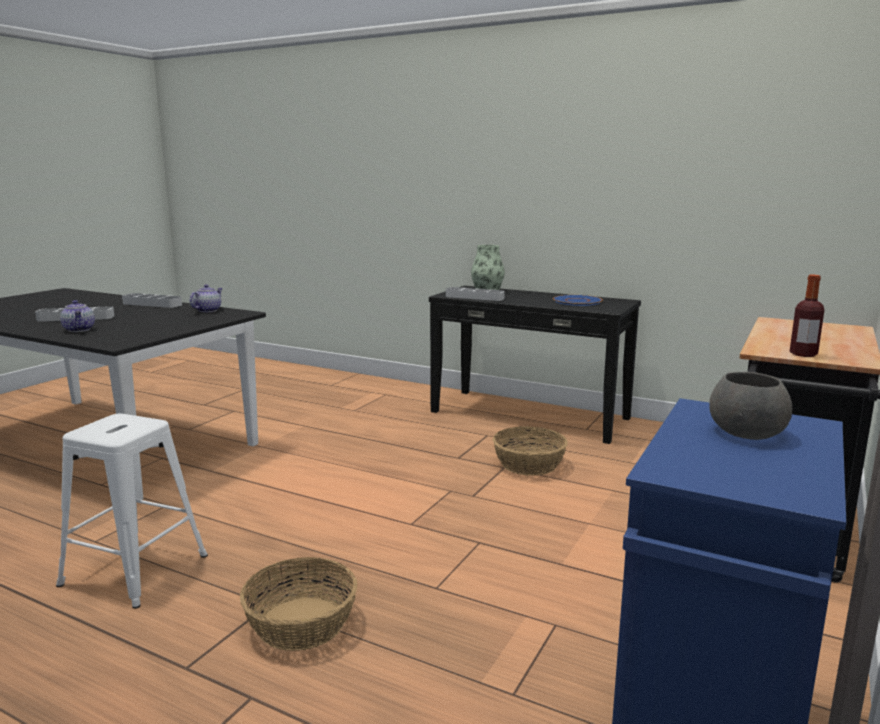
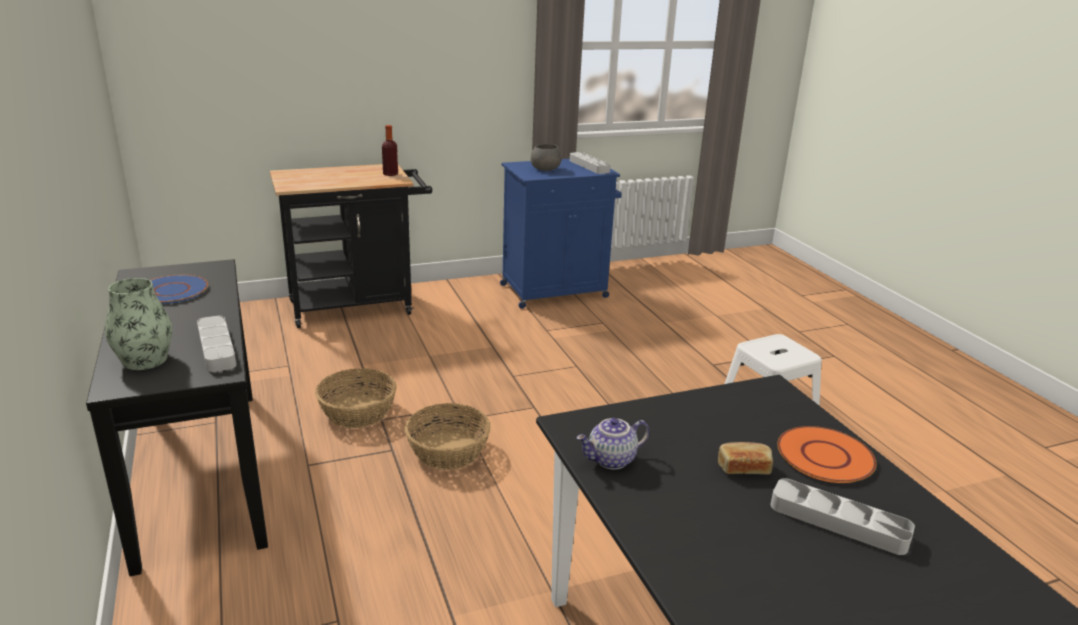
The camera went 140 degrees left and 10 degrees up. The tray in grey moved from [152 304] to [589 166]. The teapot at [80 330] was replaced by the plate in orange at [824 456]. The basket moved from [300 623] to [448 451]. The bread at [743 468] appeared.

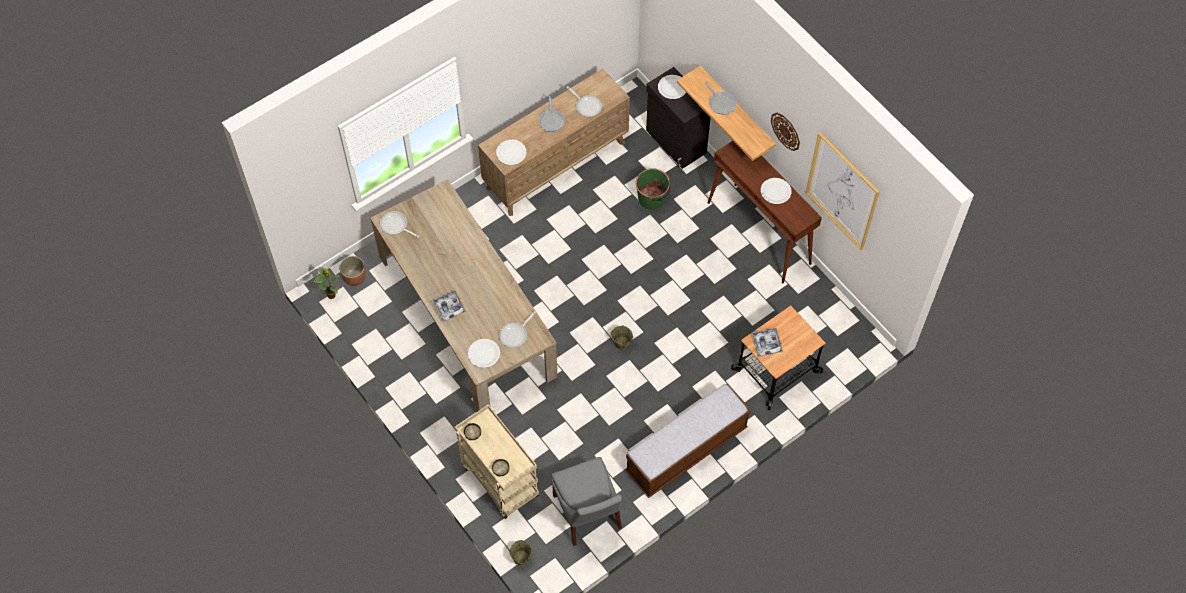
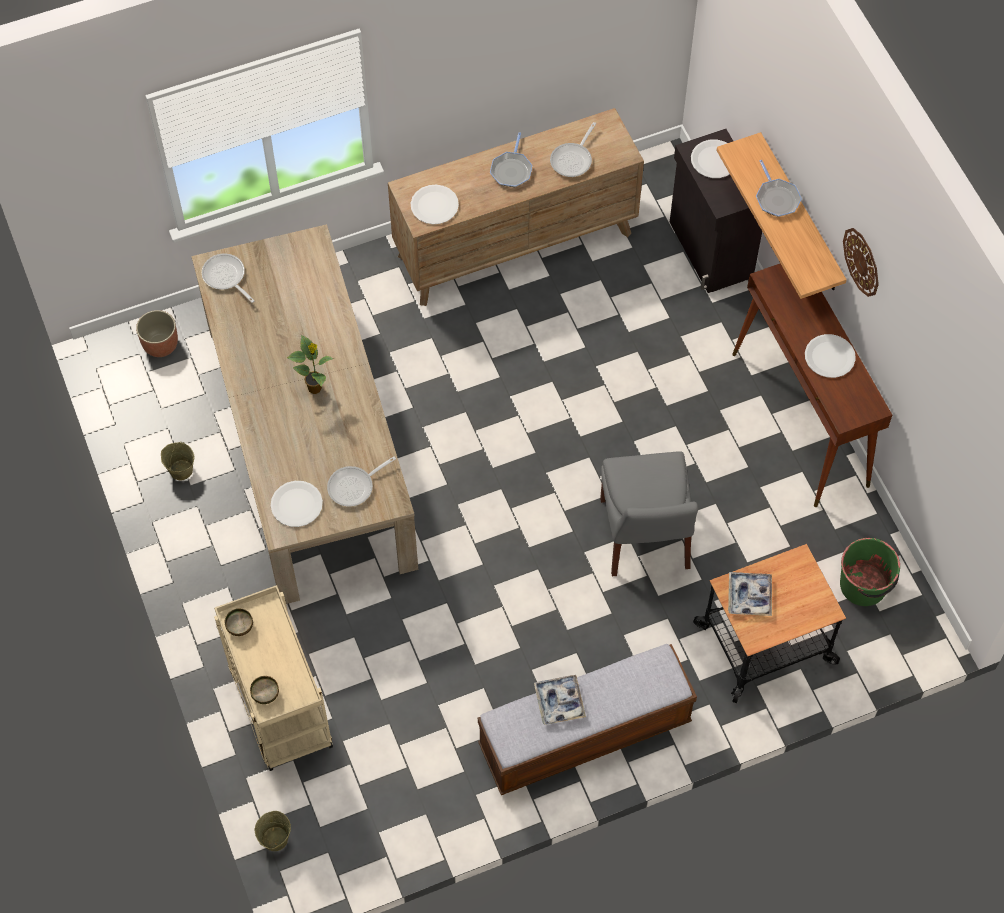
The camera went 15 degrees right and 0 degrees up. The frying pan at [587 106] turned 60 degrees clockwise. The picture at [842 191] disappeared. The bucket in green moved from [652 198] to [864 585]. The potted plant moved from [332 295] to [315 388]. The tray moved from [449 308] to [559 702]. The bucket in beige moved from [621 343] to [180 470]. The chair in grey moved from [588 514] to [645 537].

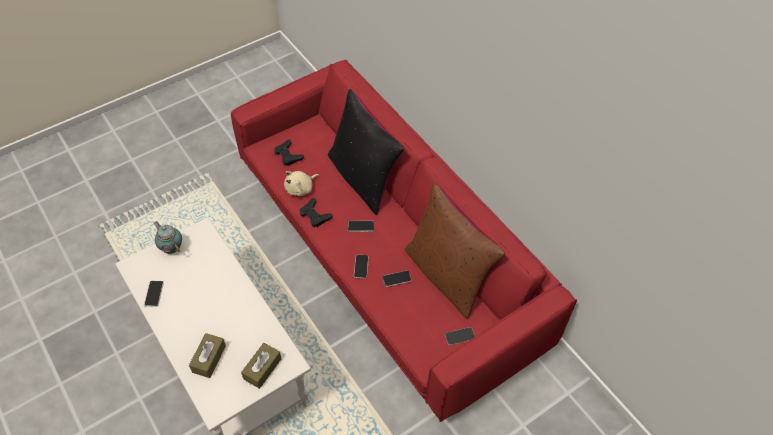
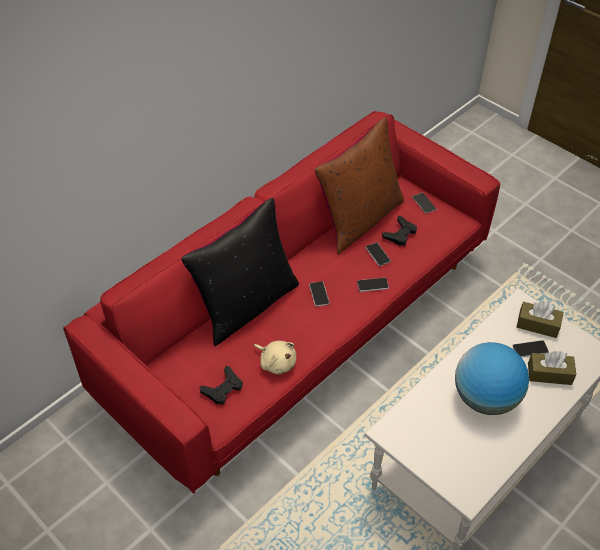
The camera went 100 degrees left and 5 degrees down. The game controller in black moved from [315 215] to [400 234]. The teapot at [171 247] disappeared. The phone moved from [154 294] to [530 349]. The globe at [485 398] appeared.

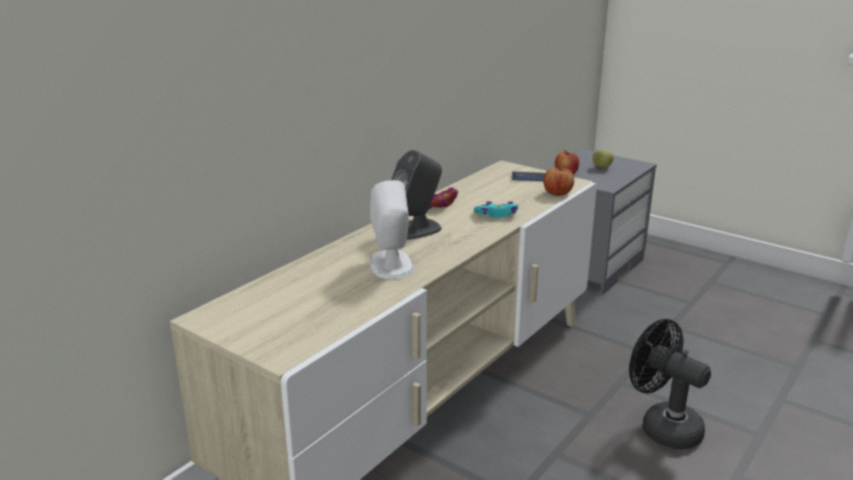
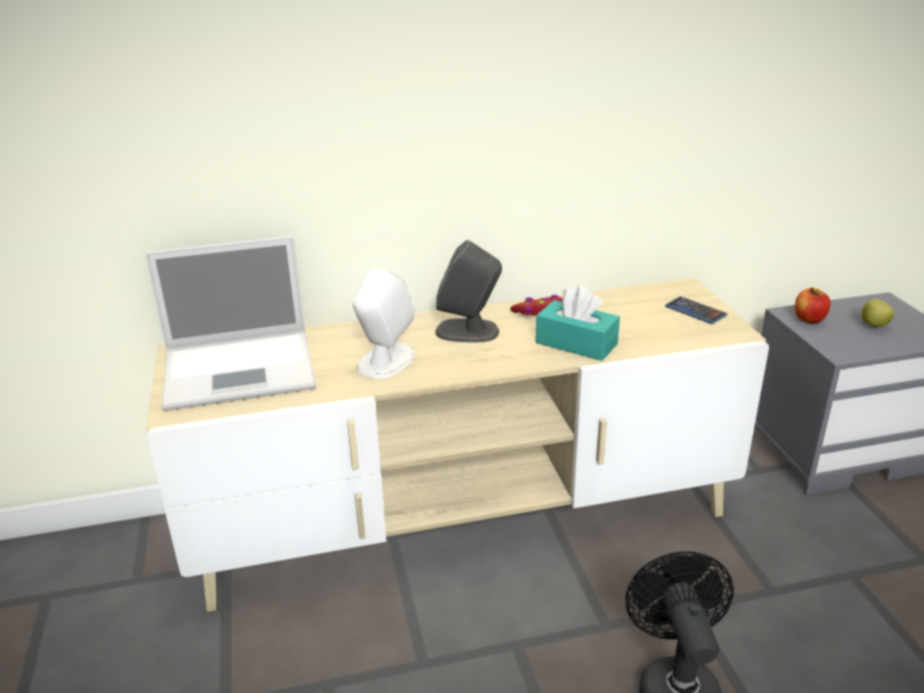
The camera went 40 degrees right and 5 degrees up. The apple at [557 193] disappeared. The game controller in turquoise at [497 214] was replaced by the tissue box in turquoise at [576 343]. The laptop at [242 369] appeared.

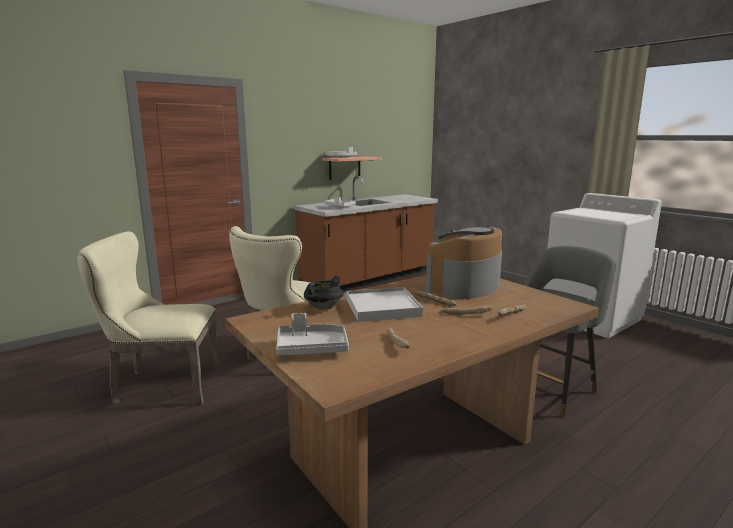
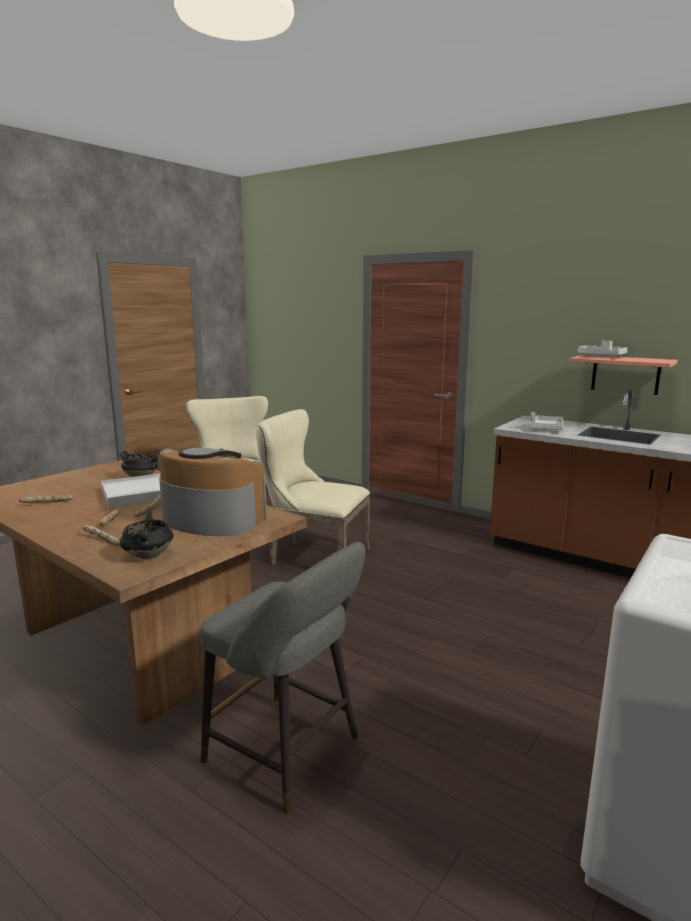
The camera went 75 degrees right and 0 degrees up. The tray in grey at [311 348] disappeared. The cooking pot in black at [148 555] appeared.

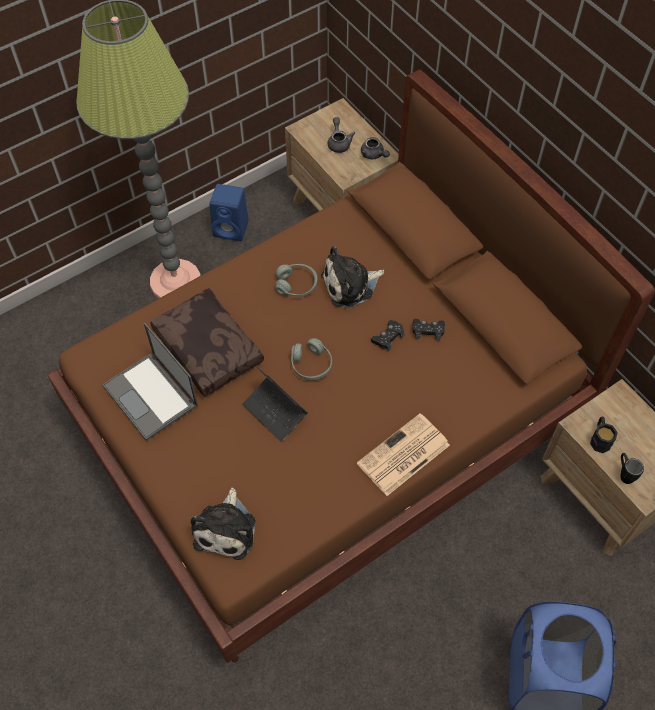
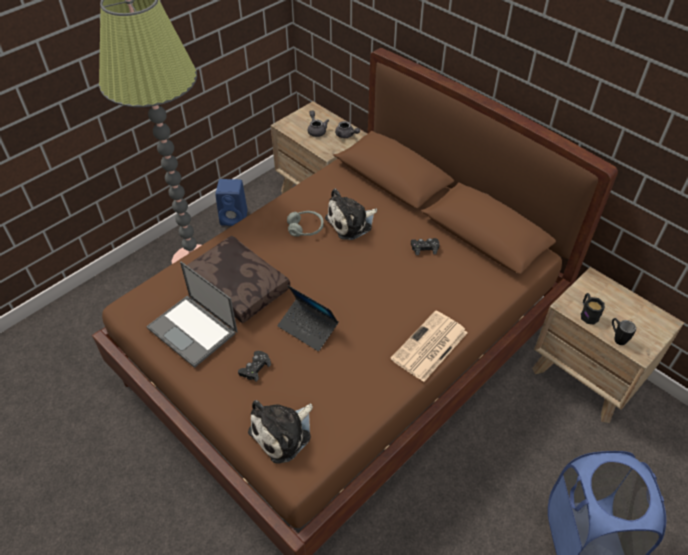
The camera went 10 degrees left and 10 degrees down. The game controller in black moved from [388 337] to [255 368]. The headphones in grey at [311 364] disappeared. The plush toy at [227 529] turned 45 degrees clockwise.

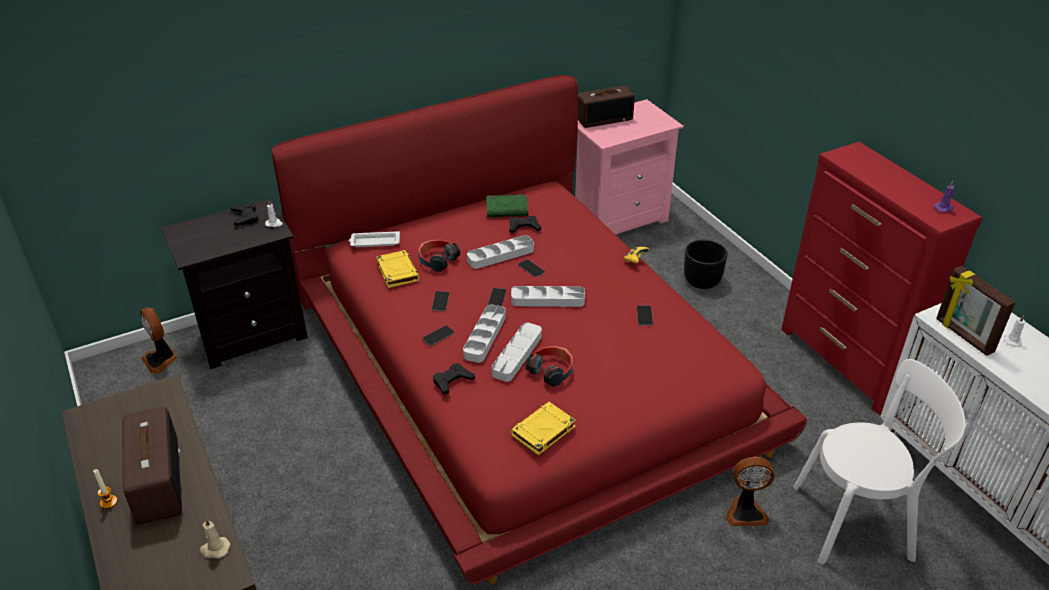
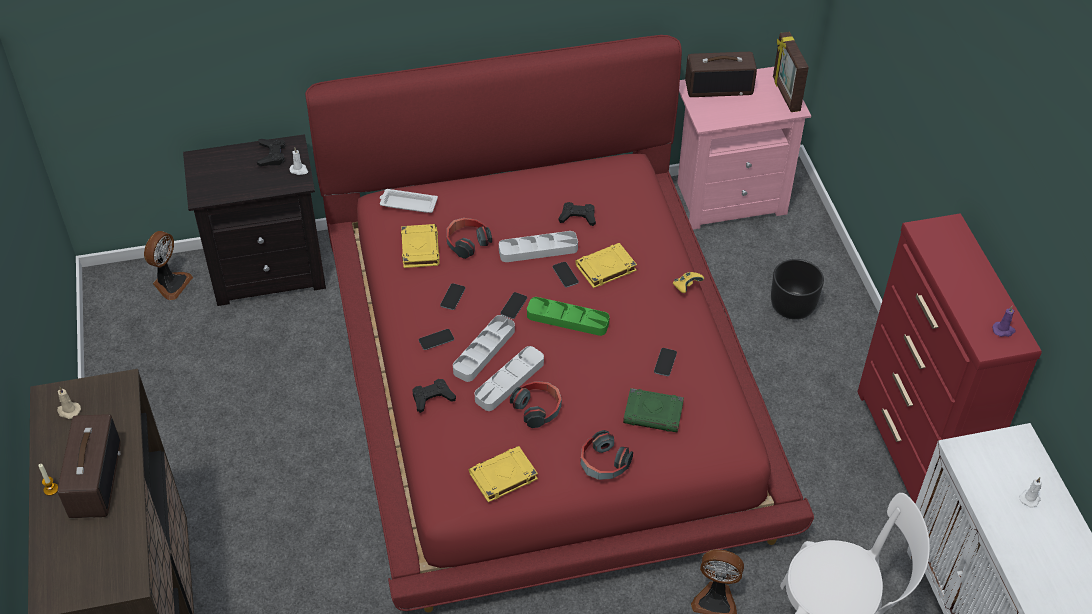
The camera went 15 degrees right and 10 degrees up. The book in green moved from [507 209] to [654 413]. The picture frame moved from [963 336] to [785 94]. The tray in grey at [547 300] became the tray in green at [567 319]. The fan at [161 360] turned 135 degrees counterclockwise. The candle in beige moved from [214 549] to [68 411]. The book in yellow at [605 268] appeared. The headphones at [603 463] appeared.

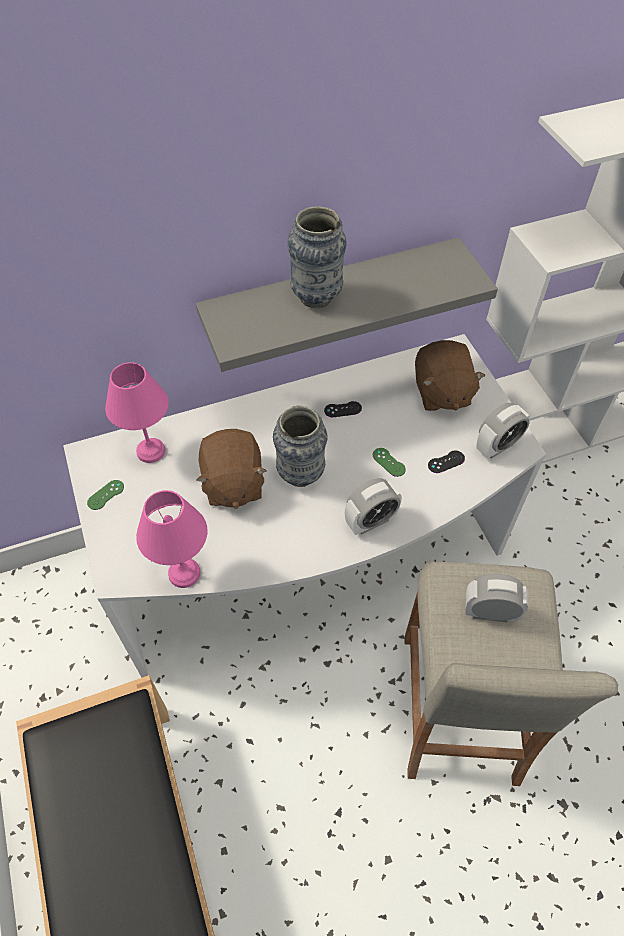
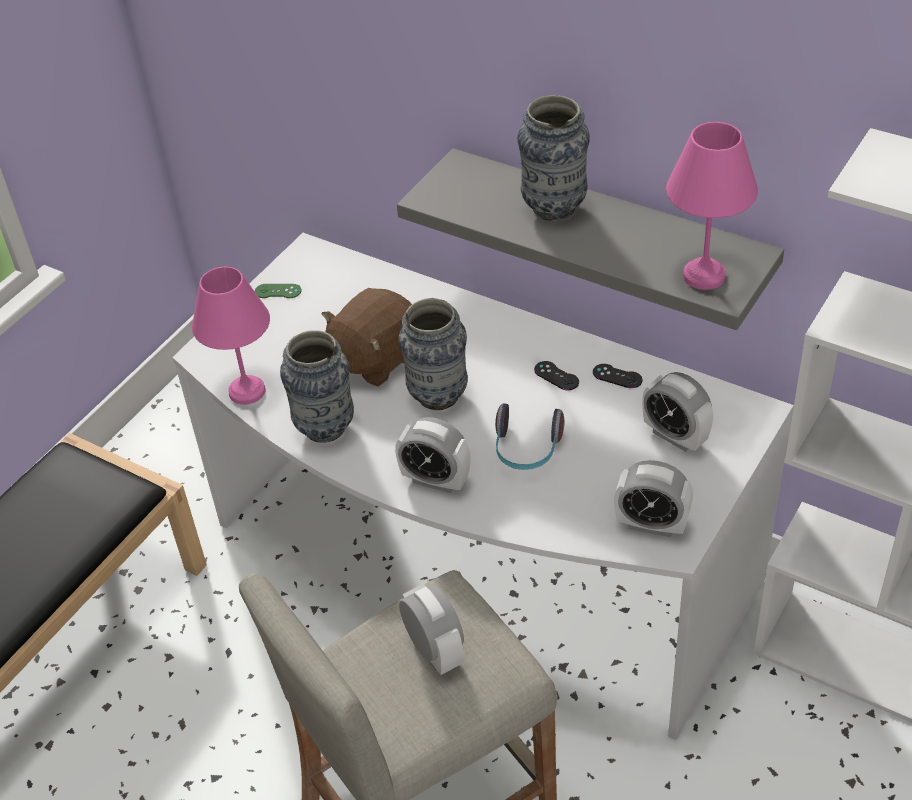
The camera went 55 degrees right and 10 degrees down. The plush toy in brown at [441 392] was replaced by the alarm clock at [675 436]. The table lamp in pink moved from [151 450] to [706 275]. The game controller in green at [388 462] was replaced by the headphones at [526 450]. The game controller in black moved from [446 462] to [617 376]. The vase at [325 428] appeared.

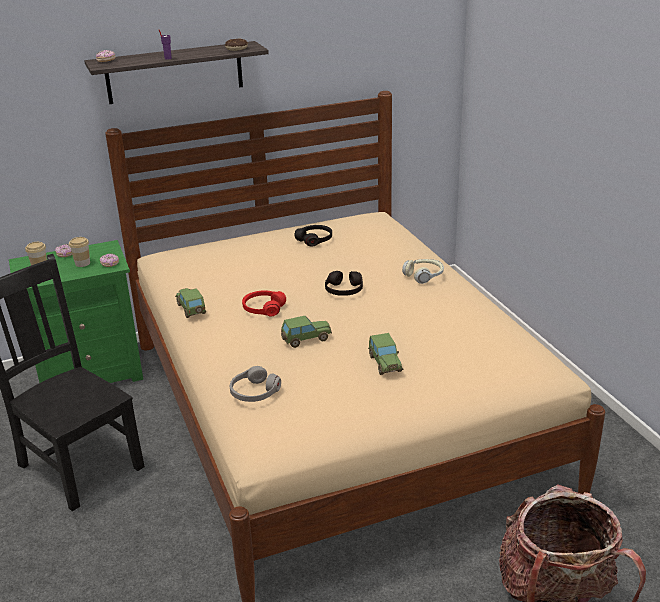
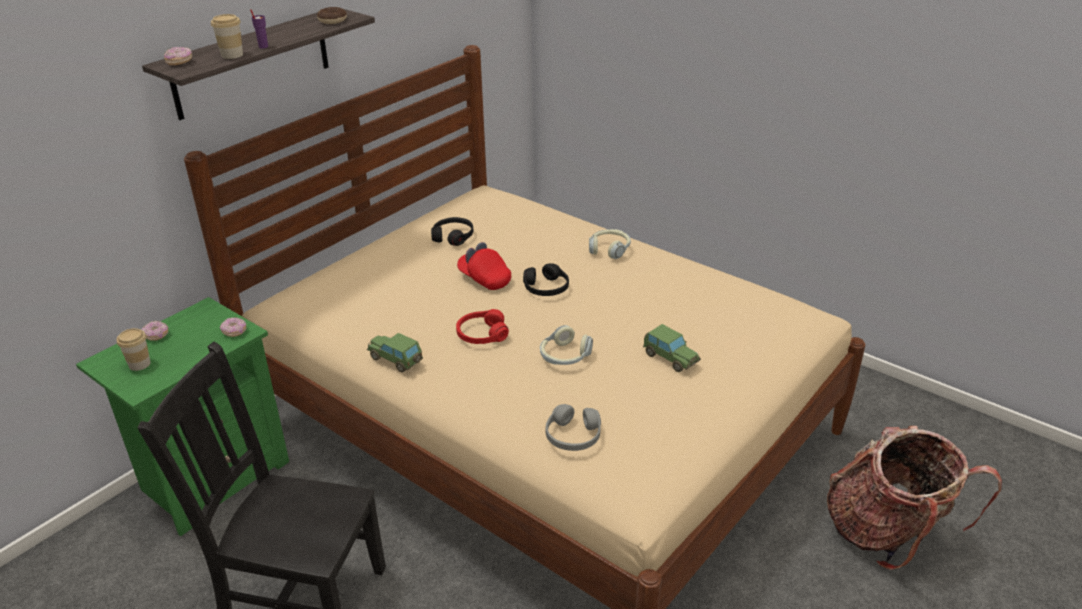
The camera went 30 degrees left and 5 degrees up. The cup moved from [82 263] to [232 55]. The toy car at [305 339] was replaced by the headphones at [564 356]. The cap in red at [484 279] appeared.

